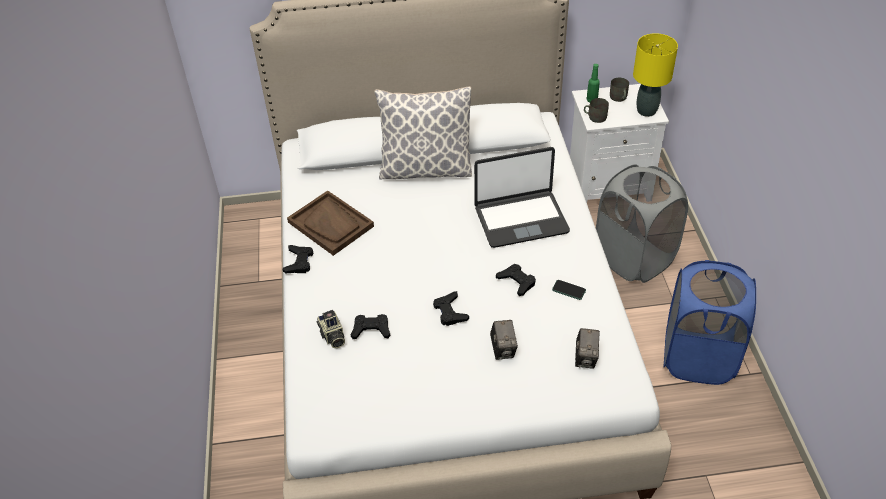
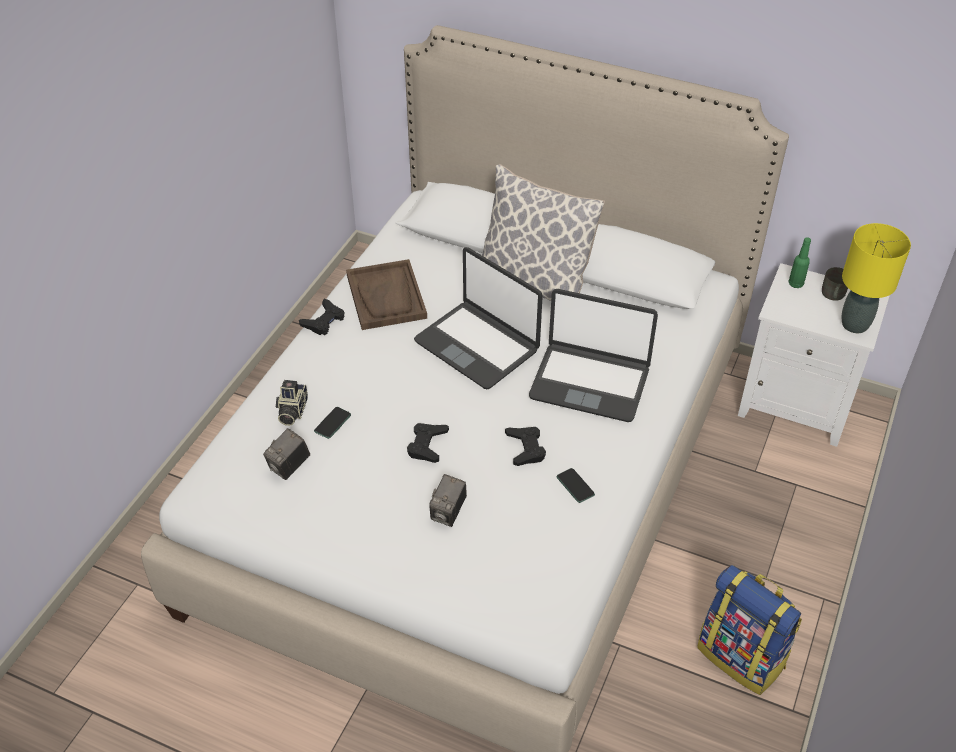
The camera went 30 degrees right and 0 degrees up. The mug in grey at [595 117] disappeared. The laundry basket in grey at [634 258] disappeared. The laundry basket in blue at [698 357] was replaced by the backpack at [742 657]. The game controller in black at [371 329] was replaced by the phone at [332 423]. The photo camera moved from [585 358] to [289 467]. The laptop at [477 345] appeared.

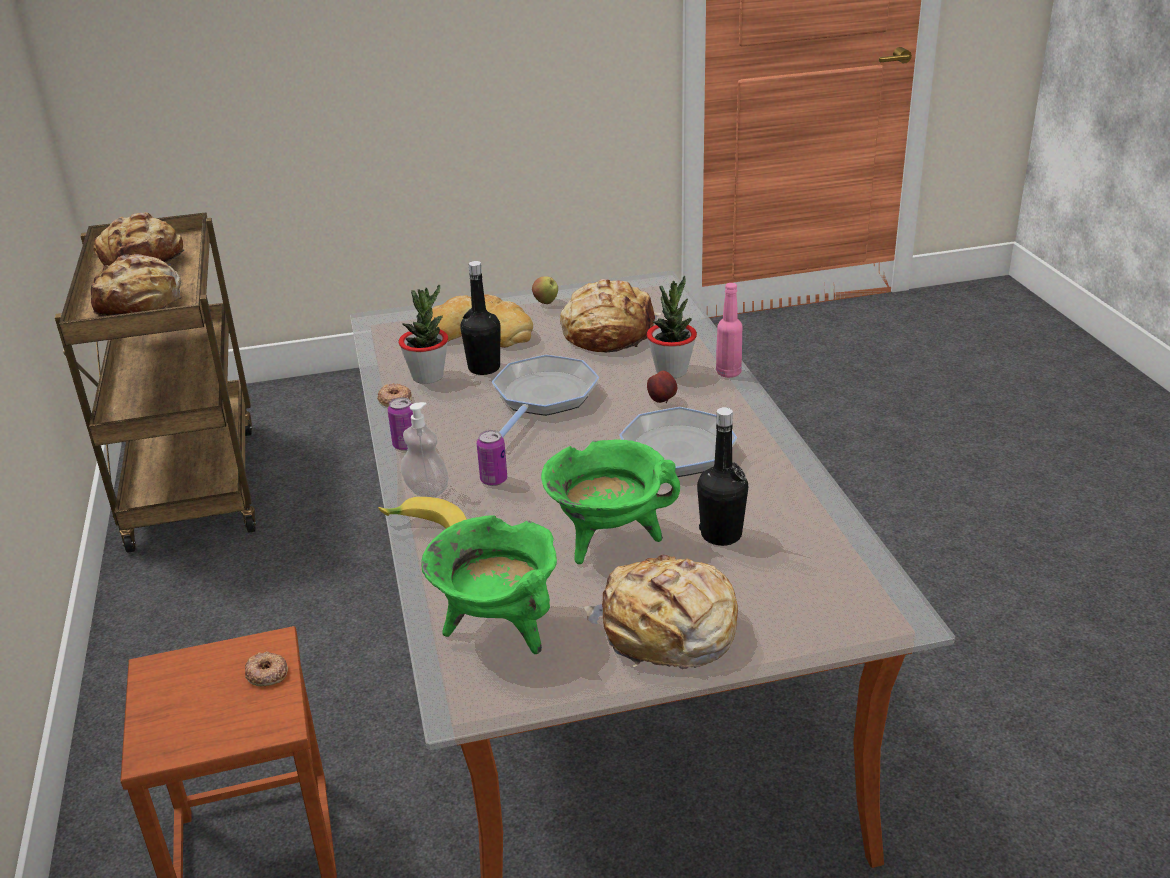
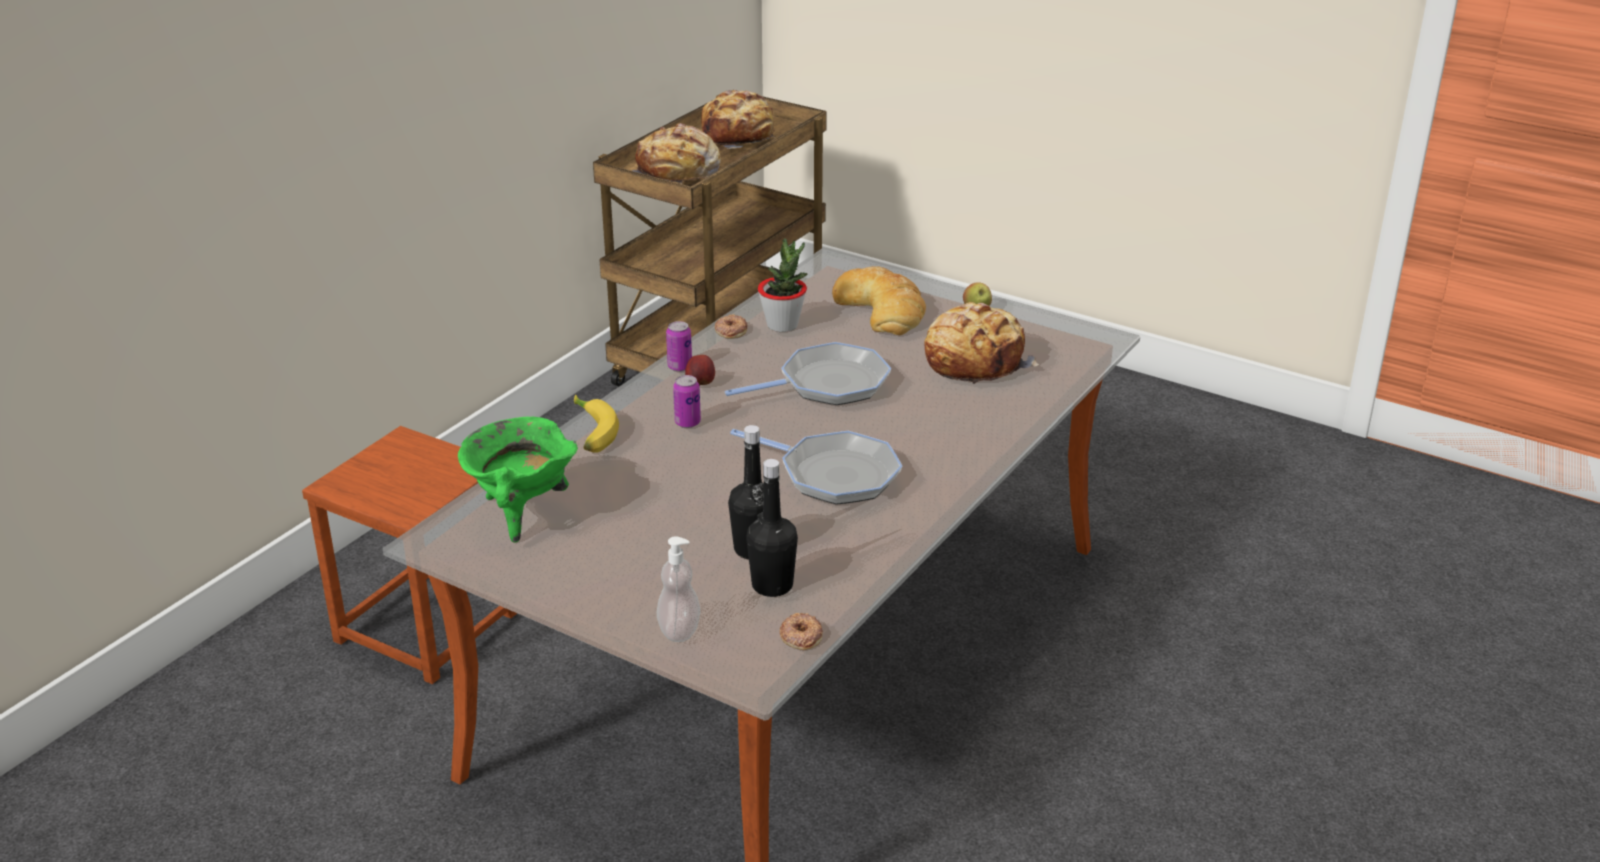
The camera went 45 degrees right and 0 degrees up. The bottle in black moved from [484 368] to [772 585]. The potted plant at [671 371] disappeared. The bottle in pink at [728 373] disappeared. The apple moved from [662 400] to [700 384]. The soap dispenser moved from [426 490] to [679 630]. The cooking pot in green at [608 540] disappeared. The bread at [667 631] disappeared. The donut moved from [266 673] to [801 636].

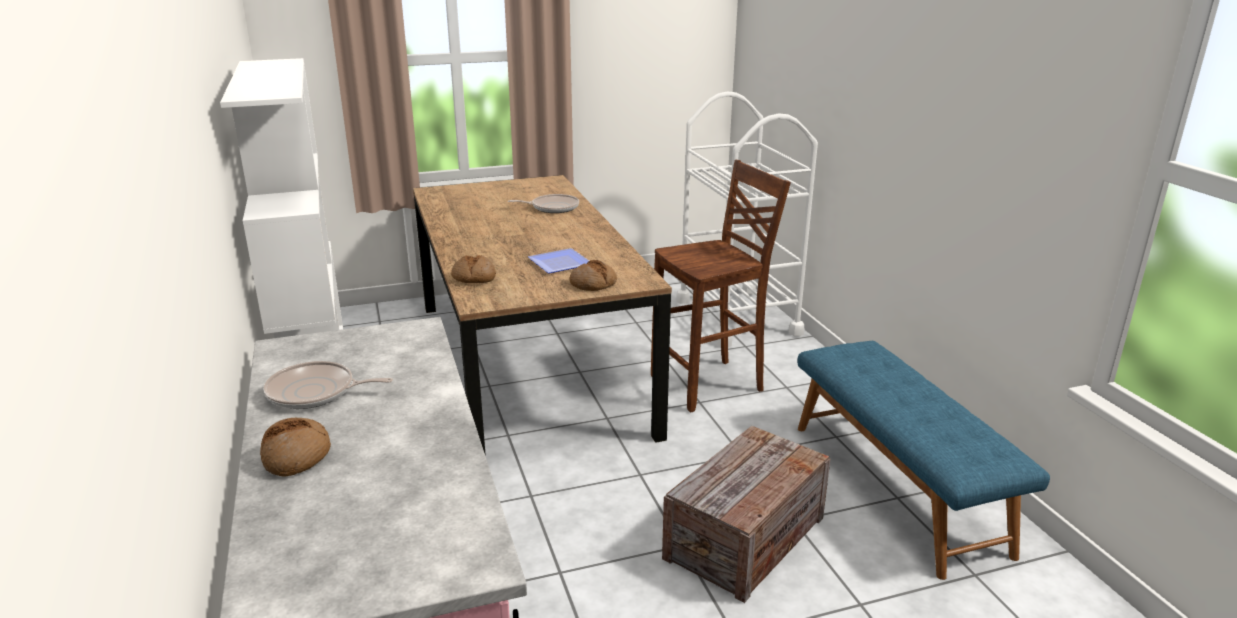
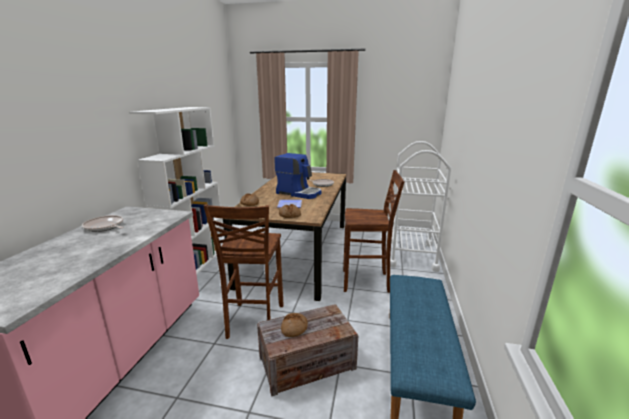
The camera went 30 degrees right and 5 degrees down. The bread moved from [297 456] to [294 328]. The coffee machine at [299 193] appeared. The stool in brown at [254 322] appeared.

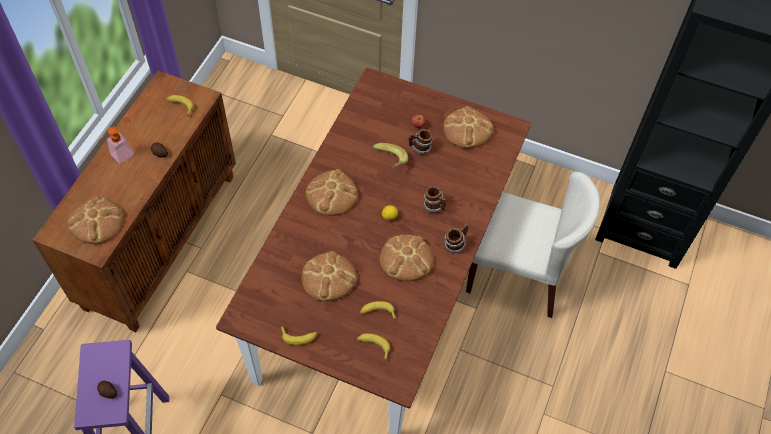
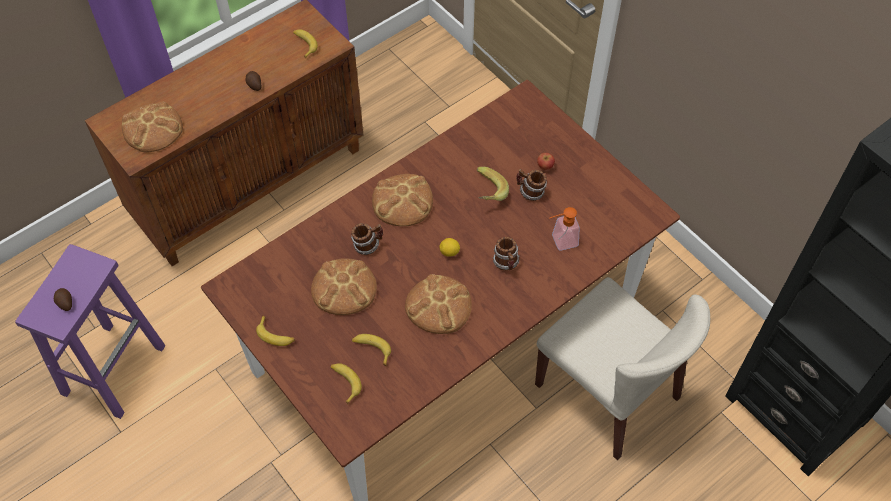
The camera went 30 degrees right and 0 degrees up. The bread at [467 129] disappeared. The soap dispenser moved from [119 157] to [560 241]. The mug moved from [455 244] to [368 245].

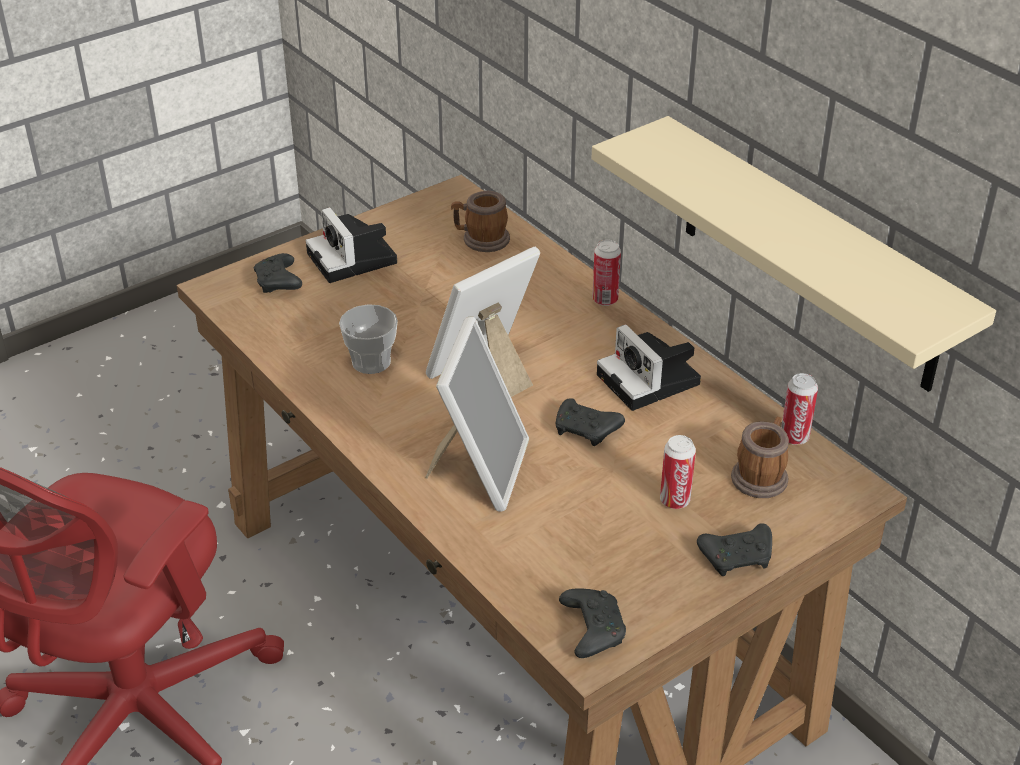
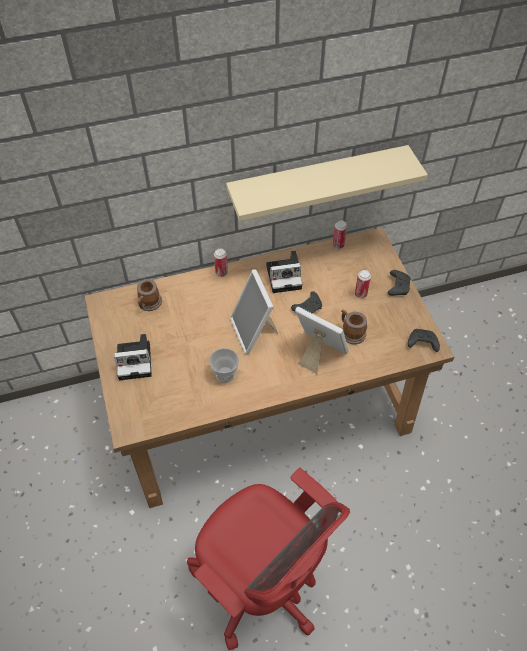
The camera went 70 degrees left and 15 degrees up. The game controller in black at [279 283] disappeared. The mug moved from [761 475] to [351 332].

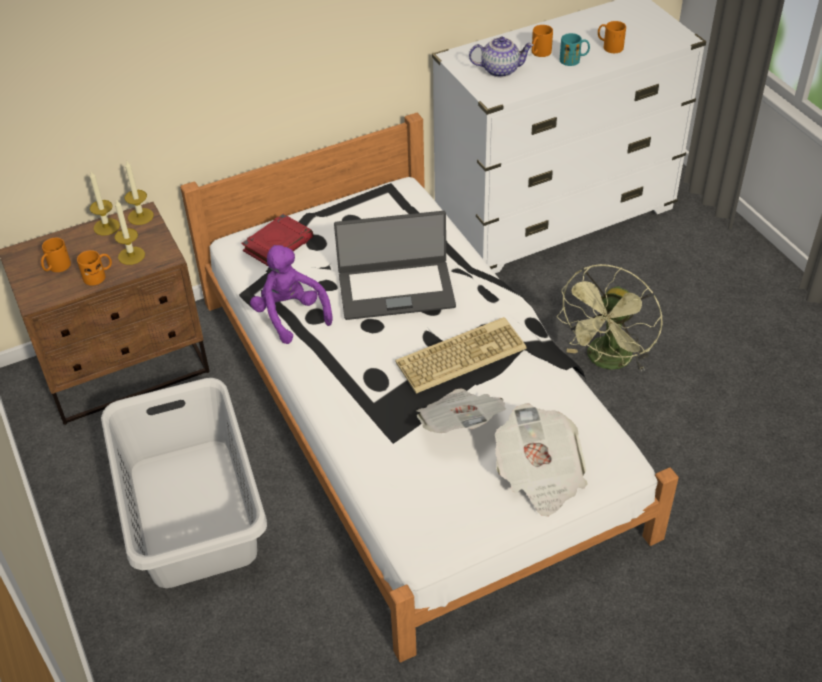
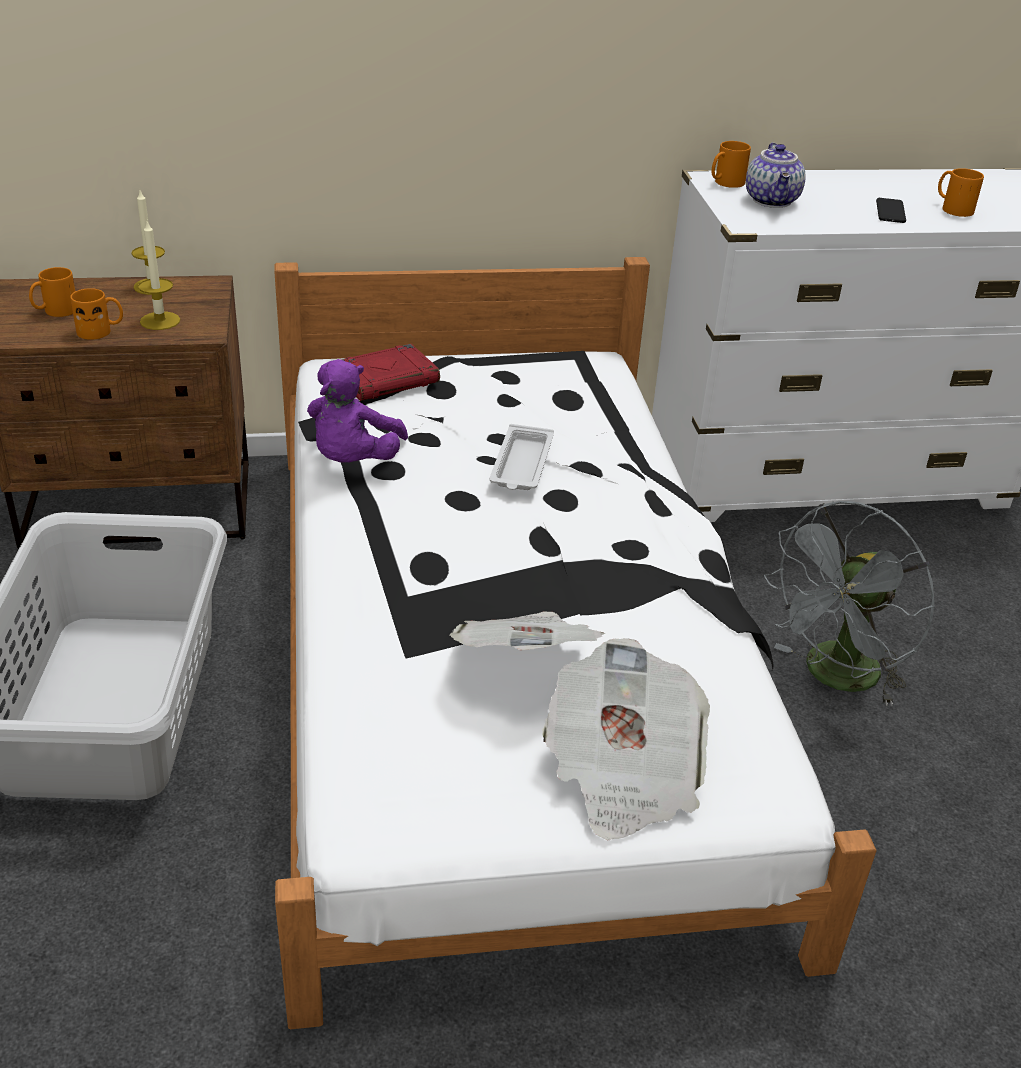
The camera went 15 degrees right and 10 degrees down. The mug in orange moved from [539 53] to [725 183]. The mug in turquoise at [574 60] was replaced by the phone at [890 211]. The teapot at [500 70] turned 75 degrees clockwise. The candle at [140 216] disappeared. The laptop at [396 289] was replaced by the tray in white at [521 465]. The plush toy in purple at [290 315] turned 150 degrees counterclockwise. The fan in green at [607 362] became the fan in grey at [834 678]. The keyboard at [461 354] disappeared.

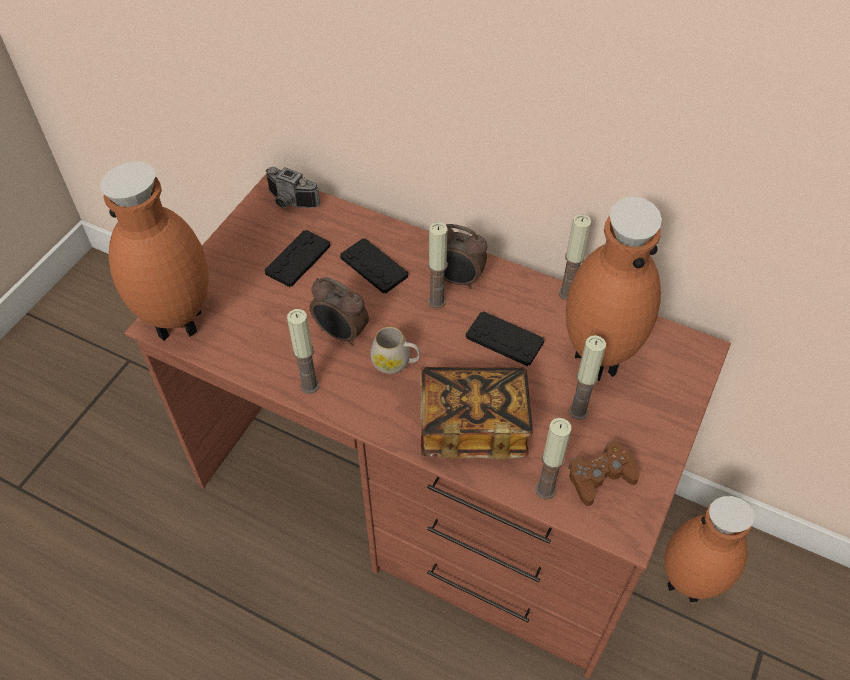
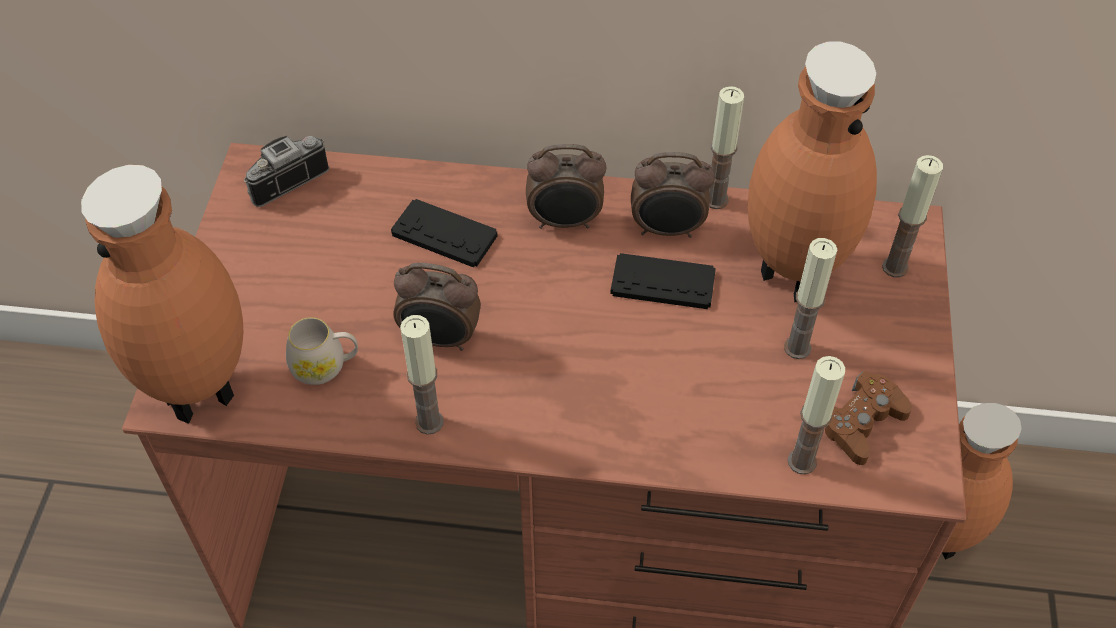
The camera went 20 degrees left and 0 degrees up. The photo camera at [289 202] turned 135 degrees clockwise. The candle moved from [437 301] to [895 267]. The game controller in black at [298 259] disappeared. The mug in white moved from [395 362] to [325 366]. The book at [472 425] disappeared. The alarm clock at [667 230] appeared.

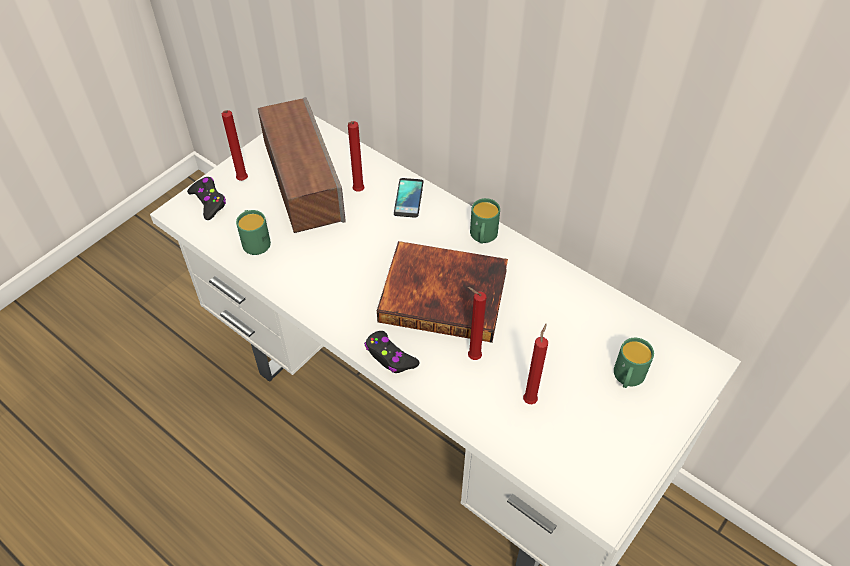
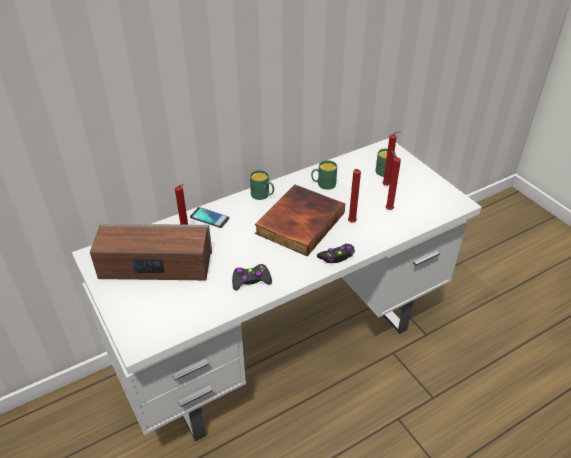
The camera went 70 degrees left and 10 degrees down. The candle in red moved from [242 181] to [387 186]. The game controller in black moved from [209 201] to [251 280]. The mug in green moved from [255 241] to [323 184].

